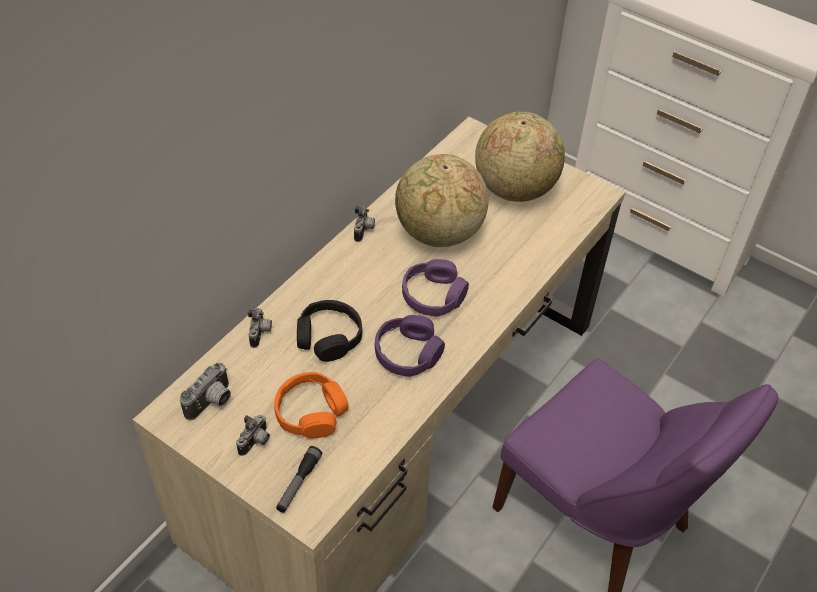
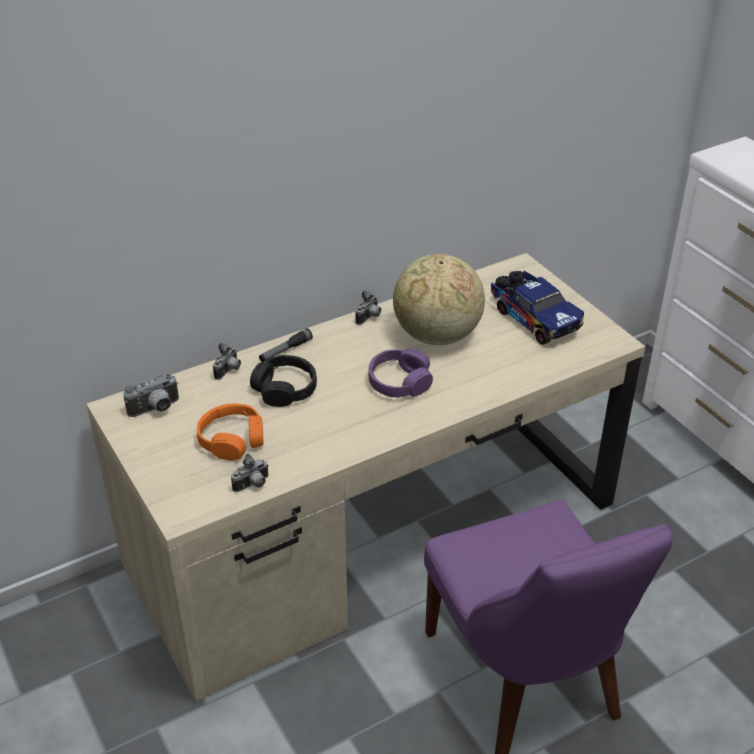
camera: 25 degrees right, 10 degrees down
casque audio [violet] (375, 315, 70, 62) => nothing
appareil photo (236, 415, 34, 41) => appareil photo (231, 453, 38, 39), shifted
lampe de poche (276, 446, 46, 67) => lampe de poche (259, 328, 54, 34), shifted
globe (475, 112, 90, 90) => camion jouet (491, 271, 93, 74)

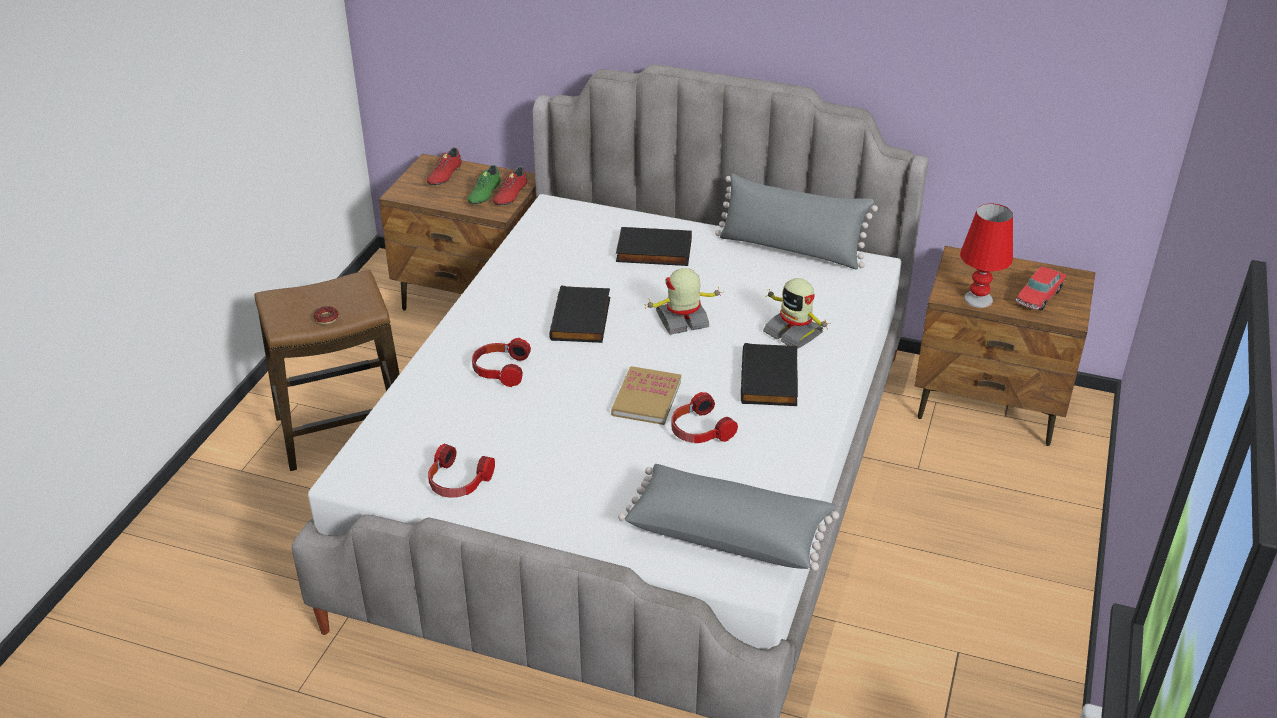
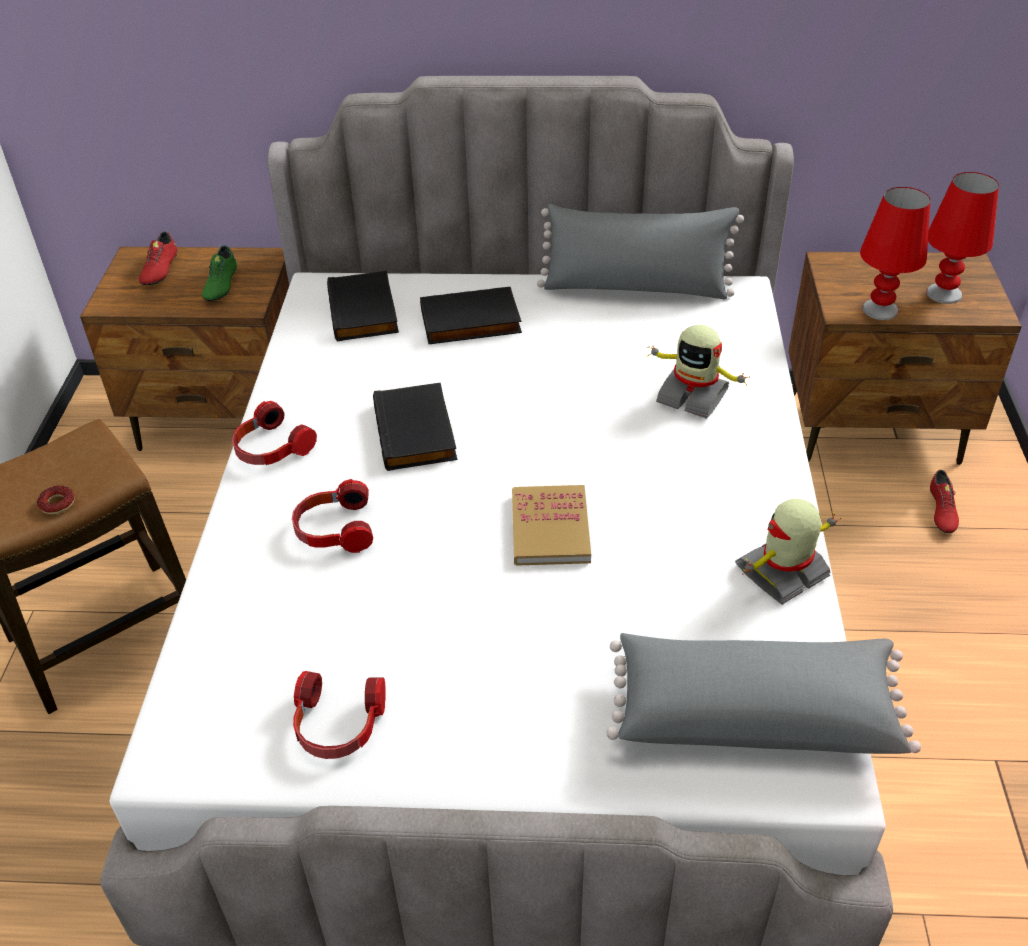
camera: 15 degrees left, 5 degrees up
chaussure [rouge] (493, 166, 34, 40) => chaussure [rouge] (930, 470, 29, 63), shifted
robot jouet (645, 268, 79, 67) => robot jouet (735, 499, 106, 106), shifted
casque audio (671, 392, 67, 51) => casque audio (232, 401, 85, 64), shifted
livre [noir] (741, 343, 57, 63) => livre [noir] (327, 271, 72, 70), shifted
petite voiture (1016, 265, 50, 46) => lampe de table [rouge] (926, 172, 73, 132)

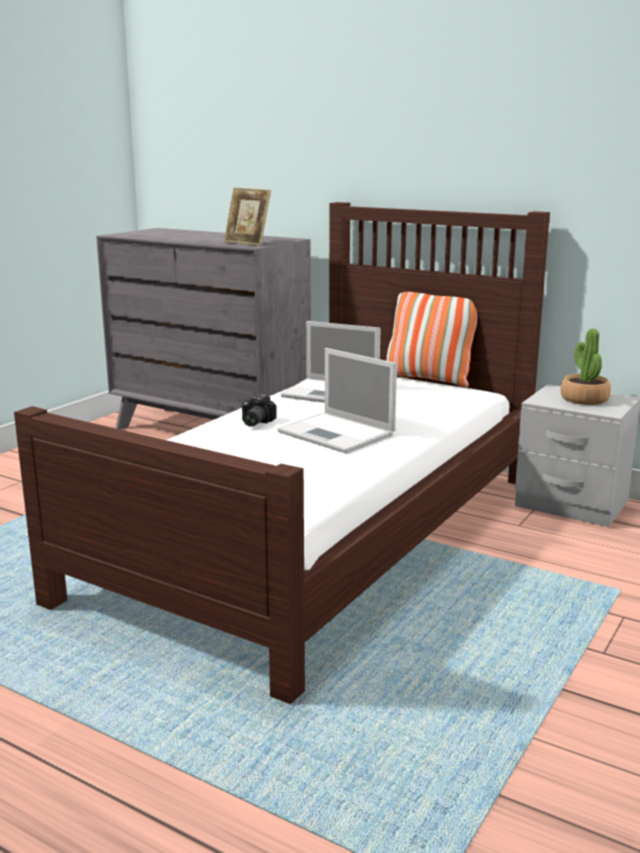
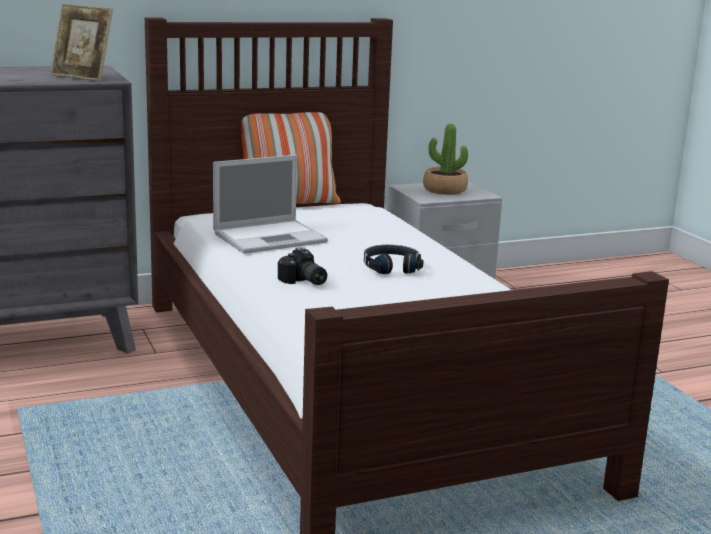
camera: 55 degrees left, 0 degrees up
ordinateur portable (277, 348, 120, 106) => casque audio [noir] (364, 245, 60, 29)
cadre photo (224, 187, 47, 59) => cadre photo (50, 3, 63, 79), 45 degrees clockwise

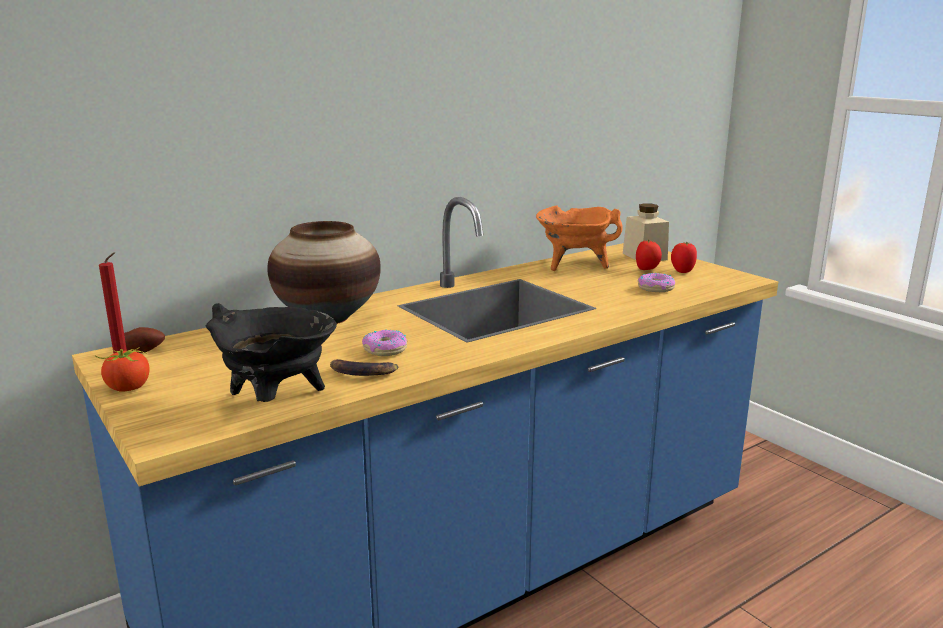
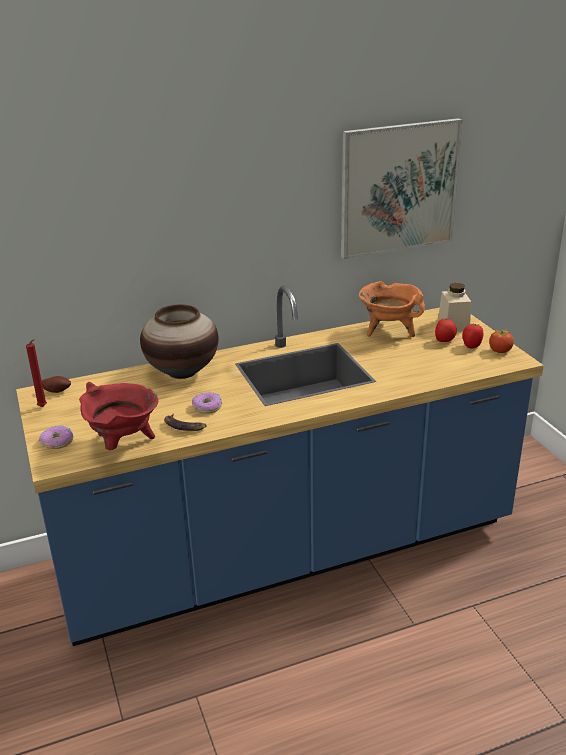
camera: 15 degrees right, 10 degrees up
nothing => tableau (341, 118, 122, 141)
tomate (95, 347, 55, 45) => tomate (489, 329, 25, 24), shifted
beignet (638, 273, 37, 19) => beignet (39, 425, 34, 24), shifted
marmite [noir] (206, 303, 131, 99) => marmite [rouge] (79, 382, 79, 68)

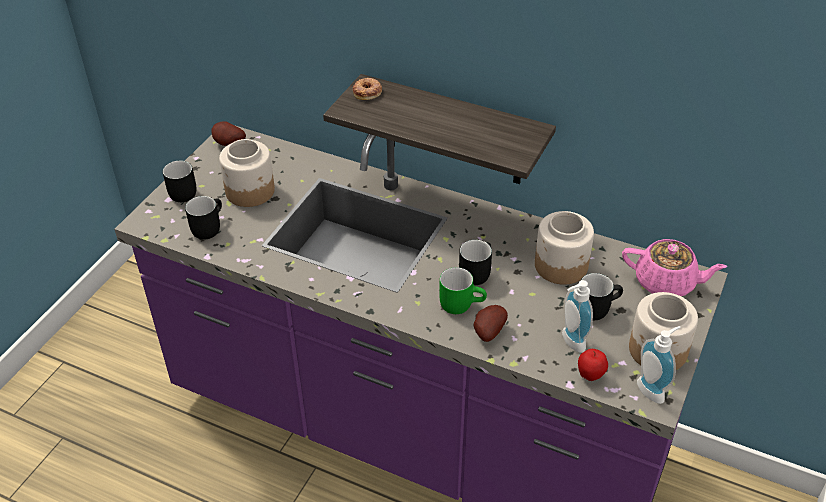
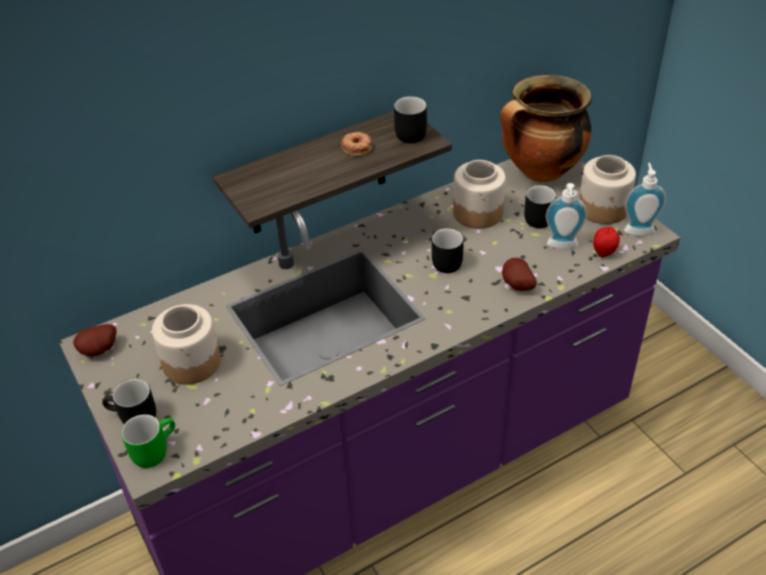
camera: 55 degrees left, 0 degrees up
mug [noir] (185, 196, 37, 43) => mug [noir] (394, 96, 33, 47), shifted
beignet (353, 78, 29, 22) => beignet (341, 132, 32, 24), shifted
mug [vert] (439, 267, 48, 47) => mug [vert] (121, 414, 54, 54), shifted
théière [rose] (622, 239, 105, 57) => marmite (500, 75, 92, 107)

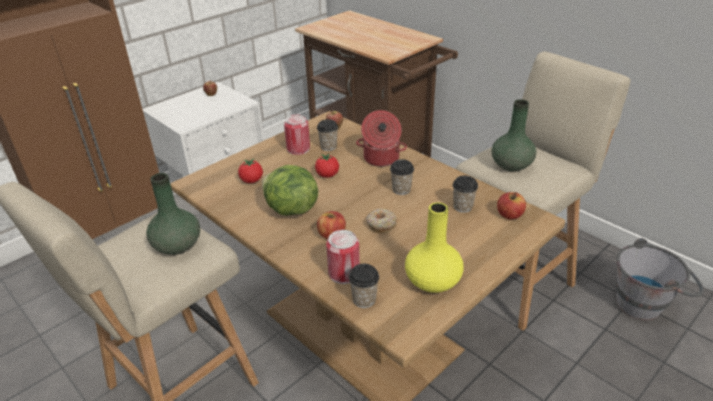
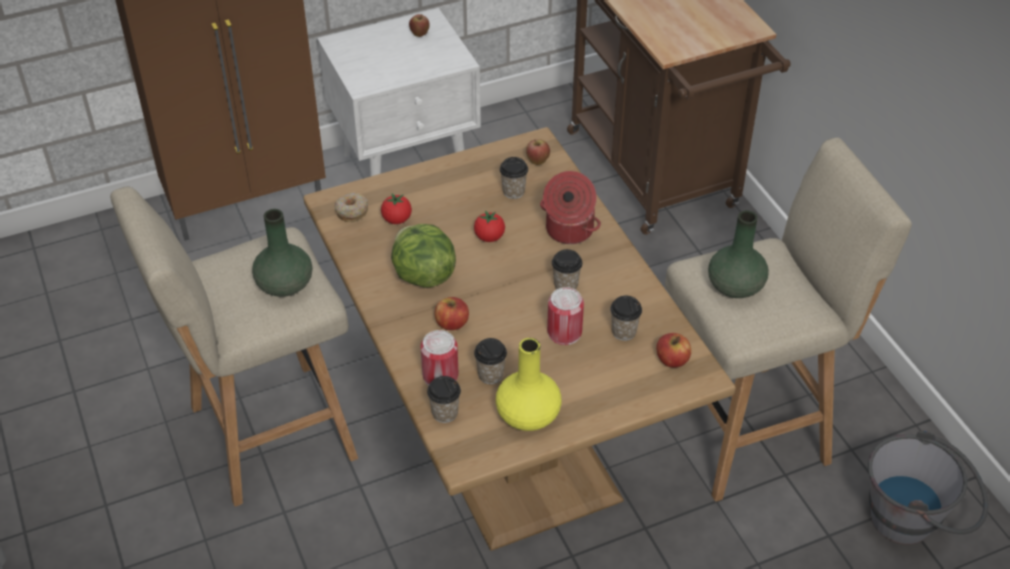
camera: 20 degrees right, 10 degrees up
nothing => tasse (474, 338, 33, 46)
boîte métallique (284, 114, 26, 41) => boîte métallique (547, 287, 37, 58), shifted
beignet (366, 208, 31, 25) => beignet (335, 193, 33, 29), shifted

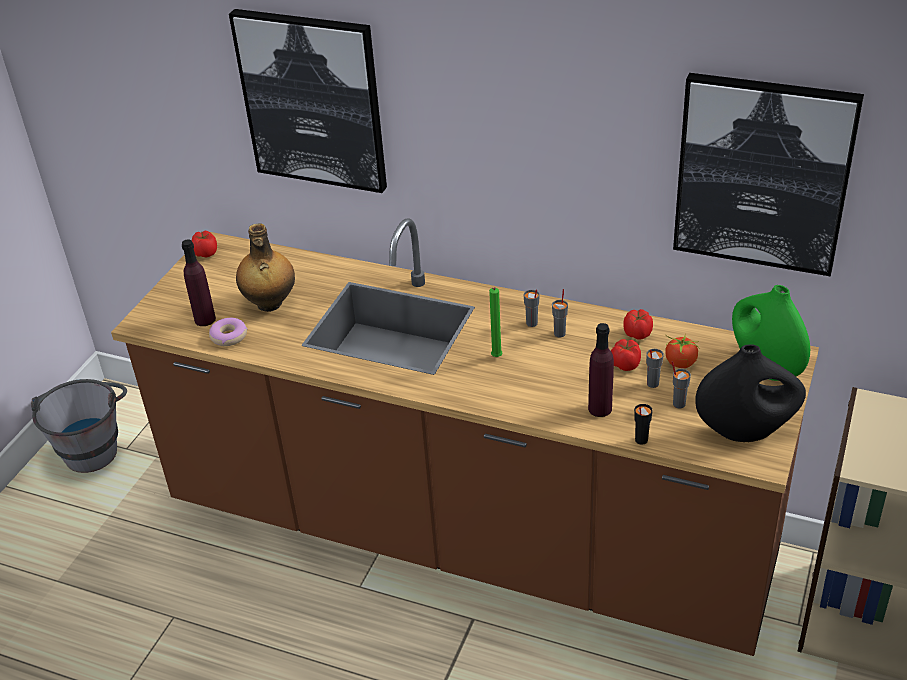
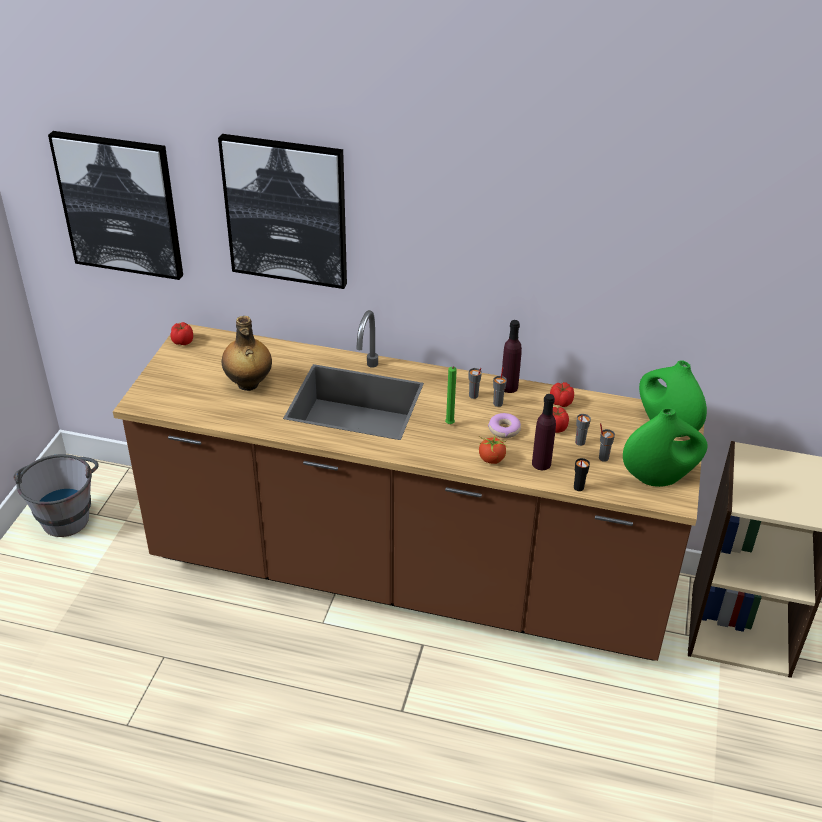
camera: 10 degrees left, 0 degrees up
bouteille [violet] (182, 239, 34, 87) => bouteille [violet] (502, 320, 20, 73), shifted
beignet (209, 318, 38, 28) => beignet (488, 413, 33, 25), shifted
tomate (665, 335, 35, 33) => tomate (479, 436, 28, 28), shifted
tableau (673, 73, 191, 203) => tableau (48, 131, 135, 149), shifted
vase [noir] (695, 344, 111, 98) => vase [vert] (623, 408, 85, 79)

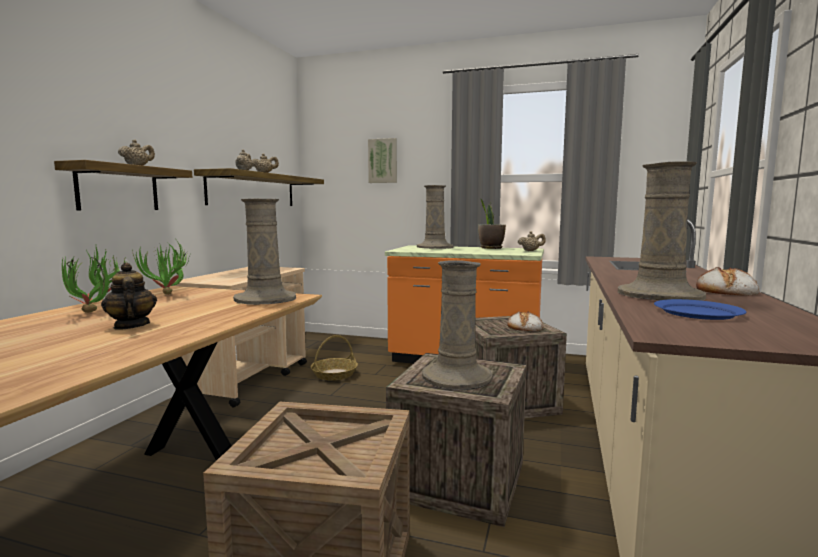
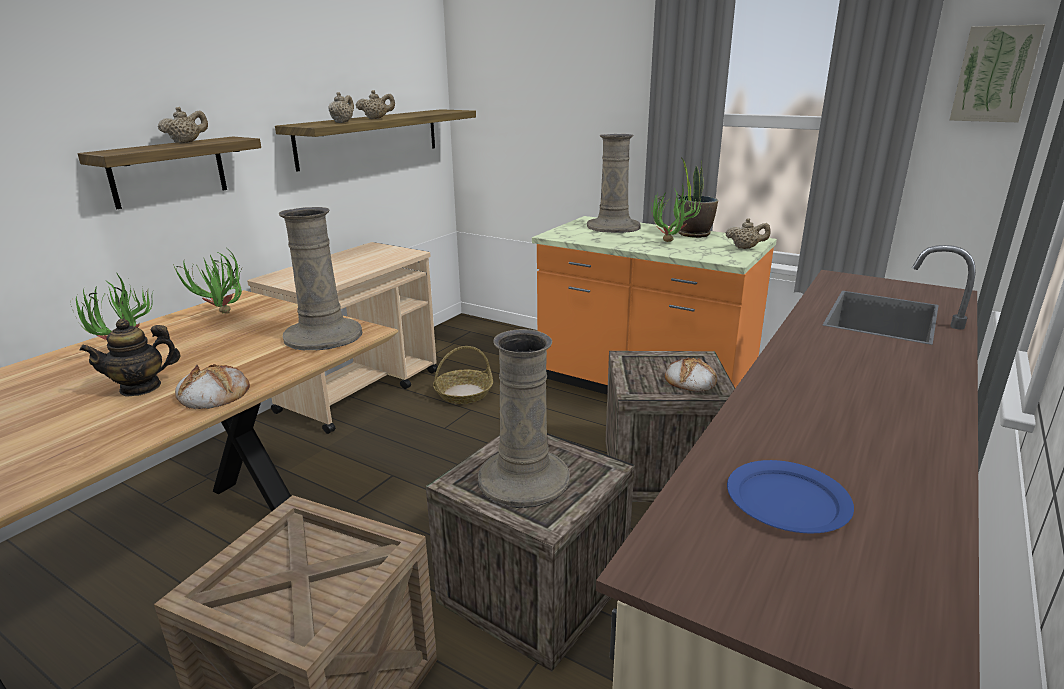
camera: 15 degrees right, 15 degrees up
vase [beige] (618, 161, 88, 139) => nothing
nothing => plante en pot (652, 184, 51, 58)
tableau (368, 138, 29, 45) => tableau (950, 24, 95, 99), shifted
pain (696, 267, 63, 29) => pain (175, 364, 75, 45), shifted
théière (101, 262, 56, 68) => théière (80, 319, 100, 77), 105 degrees counterclockwise

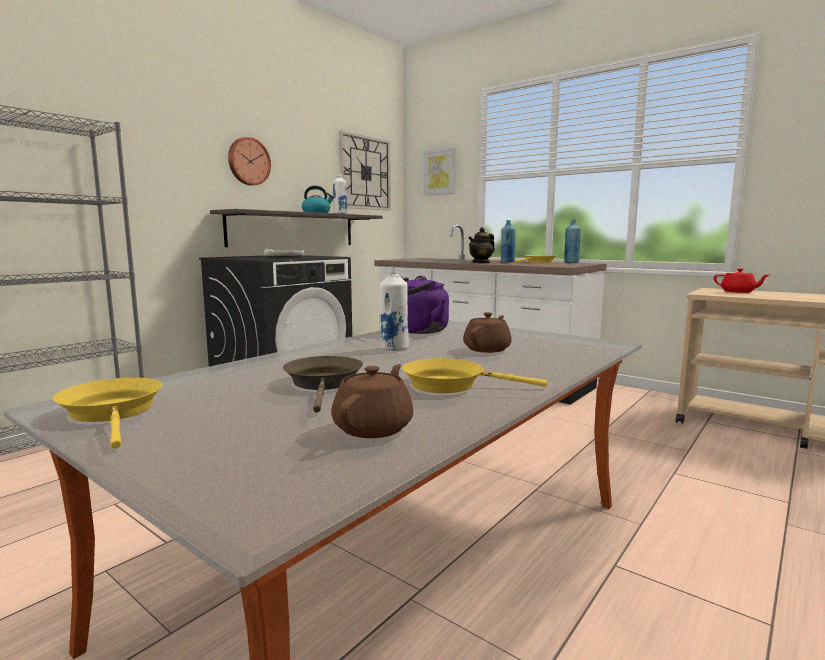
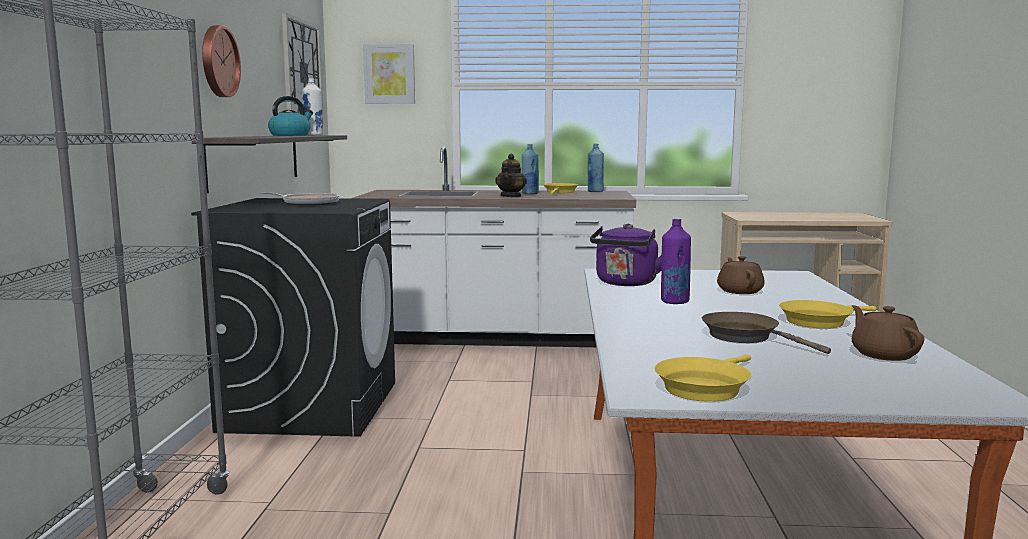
camera: 35 degrees left, 0 degrees up
théière [rouge] (714, 268, 55, 25) => nothing
bouteille [blanc] (380, 267, 29, 84) => bouteille [violet] (661, 219, 30, 85)
poêle [jaune] (53, 378, 110, 71) => poêle [jaune] (654, 354, 97, 48), 75 degrees counterclockwise

